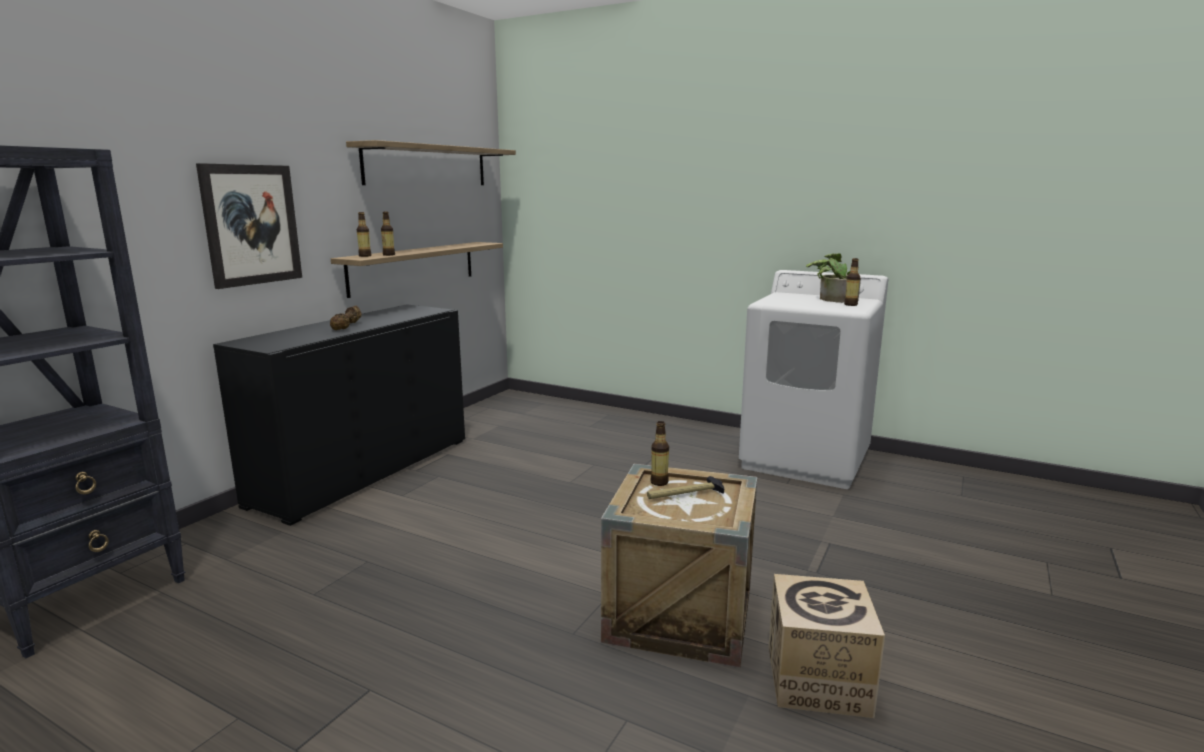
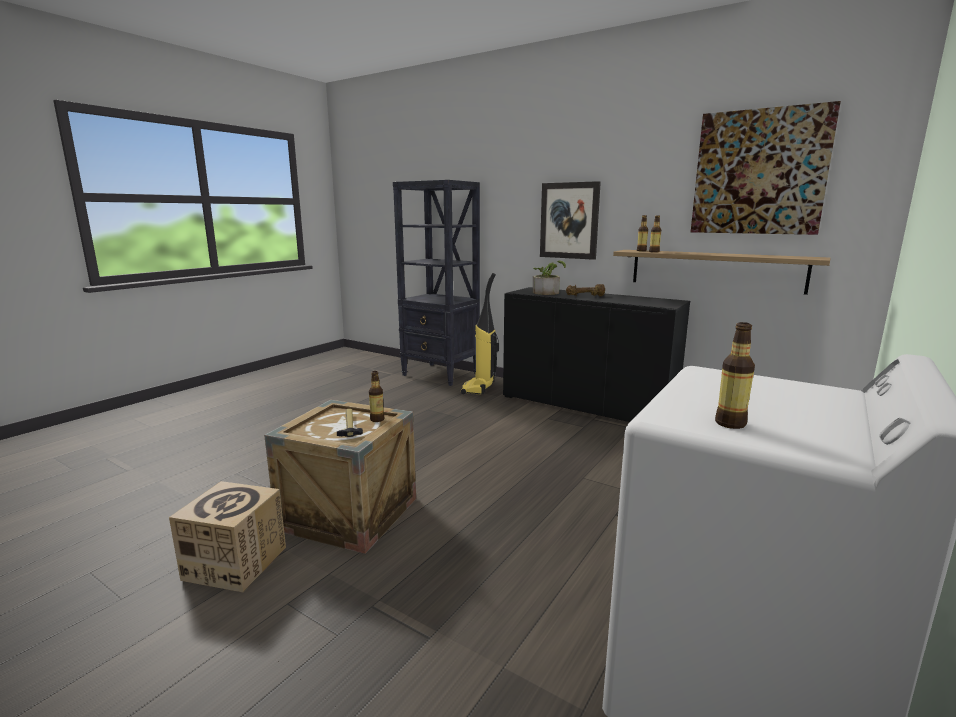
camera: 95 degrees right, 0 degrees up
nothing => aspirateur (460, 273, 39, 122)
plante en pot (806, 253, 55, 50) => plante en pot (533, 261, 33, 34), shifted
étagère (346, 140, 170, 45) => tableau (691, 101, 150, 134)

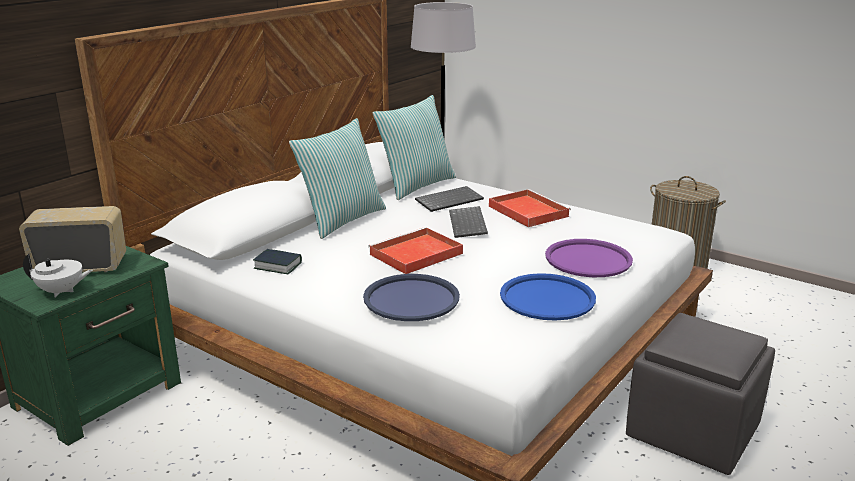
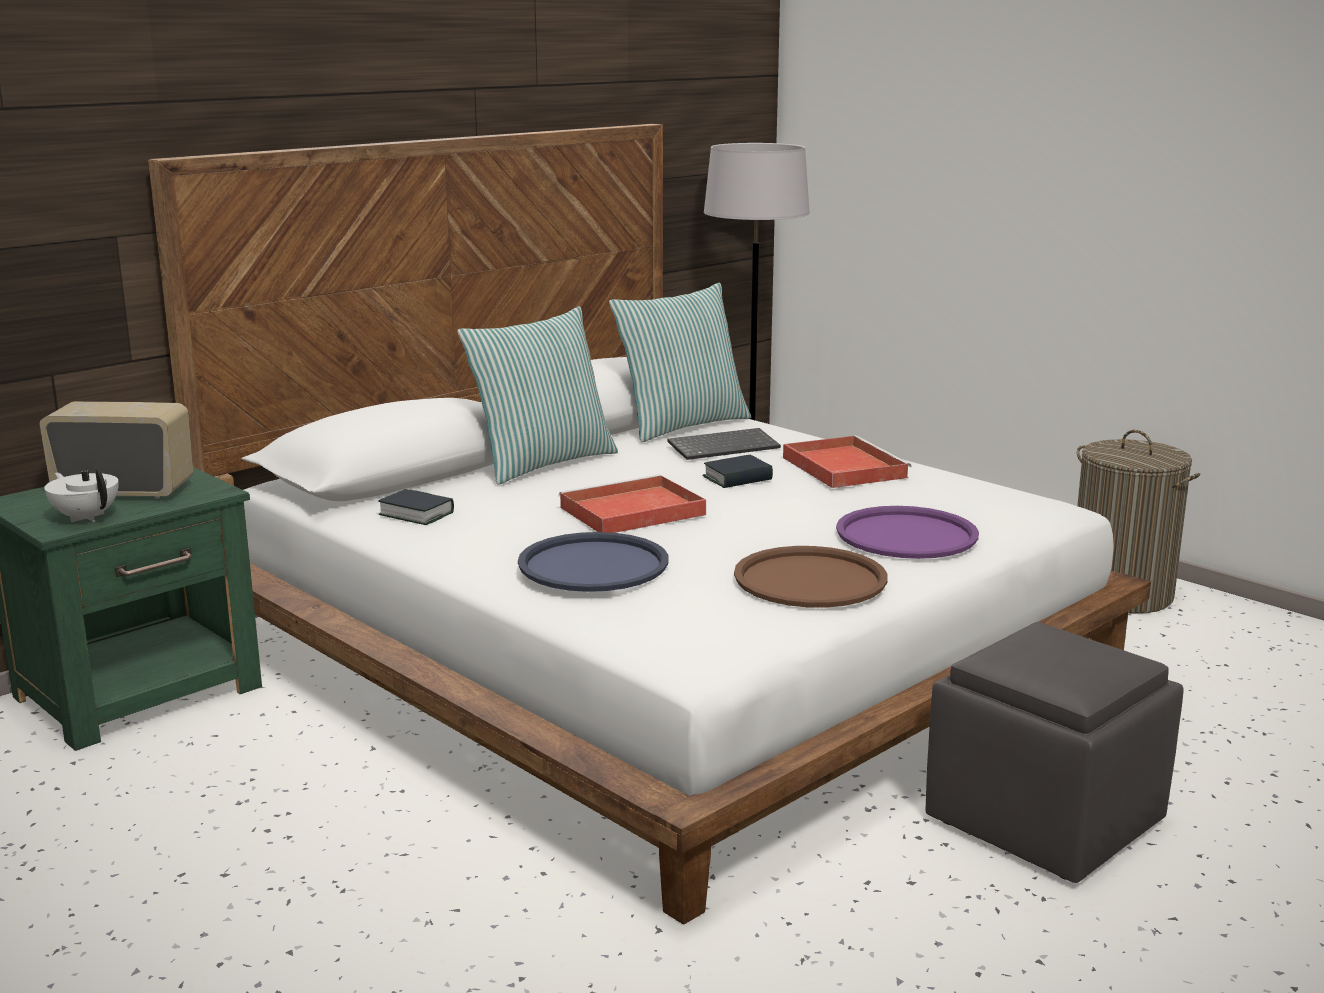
camera: 10 degrees right, 5 degrees down
clavier (449, 206, 39, 32) => livre (703, 455, 70, 33)
plateau [bleu] (500, 273, 96, 47) => plateau [marron] (734, 546, 154, 62)
théière [blanc] (23, 254, 70, 44) => théière [blanc] (44, 467, 75, 55), 150 degrees counterclockwise

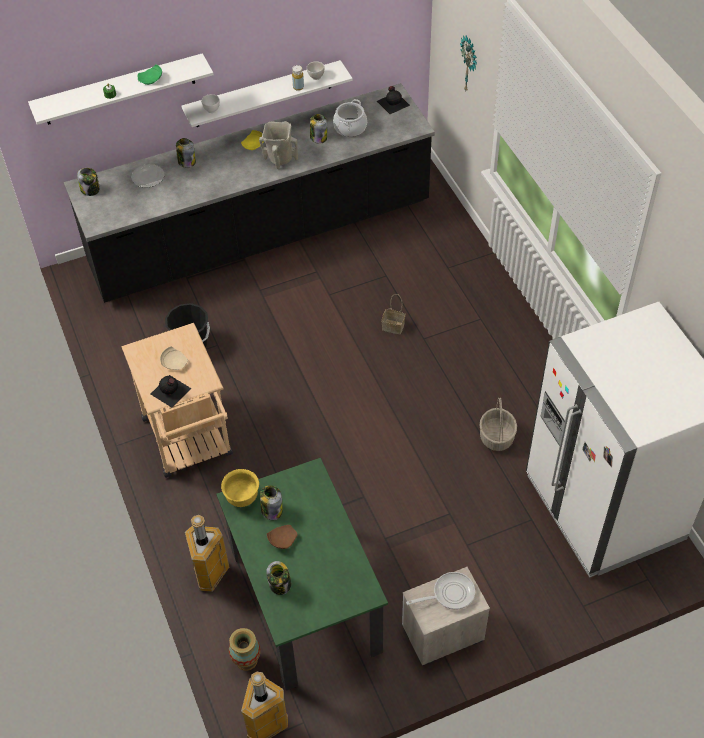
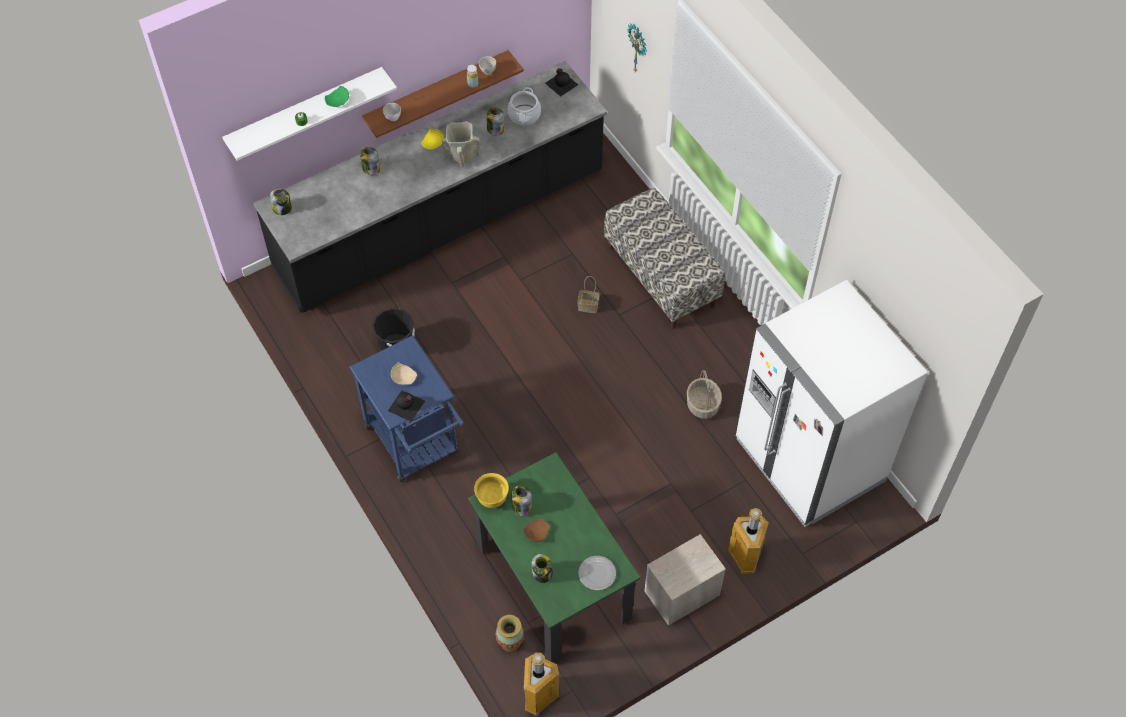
camera: 10 degrees left, 5 degrees up
poêle (406, 572, 69, 38) => nothing
nothing => banc (604, 188, 121, 141)
assiette (131, 164, 33, 24) => assiette (578, 556, 38, 34), shifted
poubelle (185, 515, 44, 77) => poubelle (728, 508, 41, 66), shifted
chariot [beige] (121, 323, 112, 155) => chariot [bleu] (349, 335, 115, 147)
étagère [blanc] (182, 60, 171, 67) => étagère [marron] (362, 50, 162, 88)

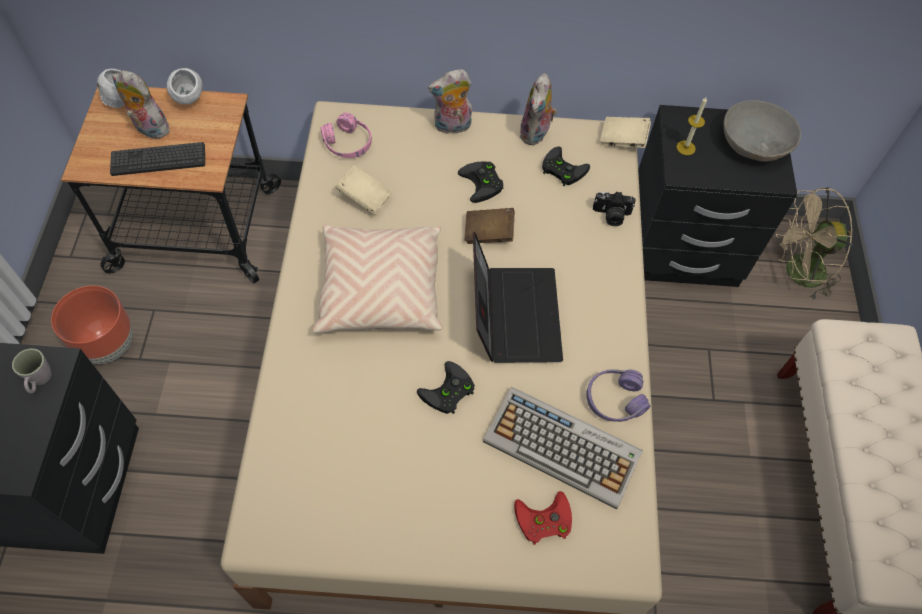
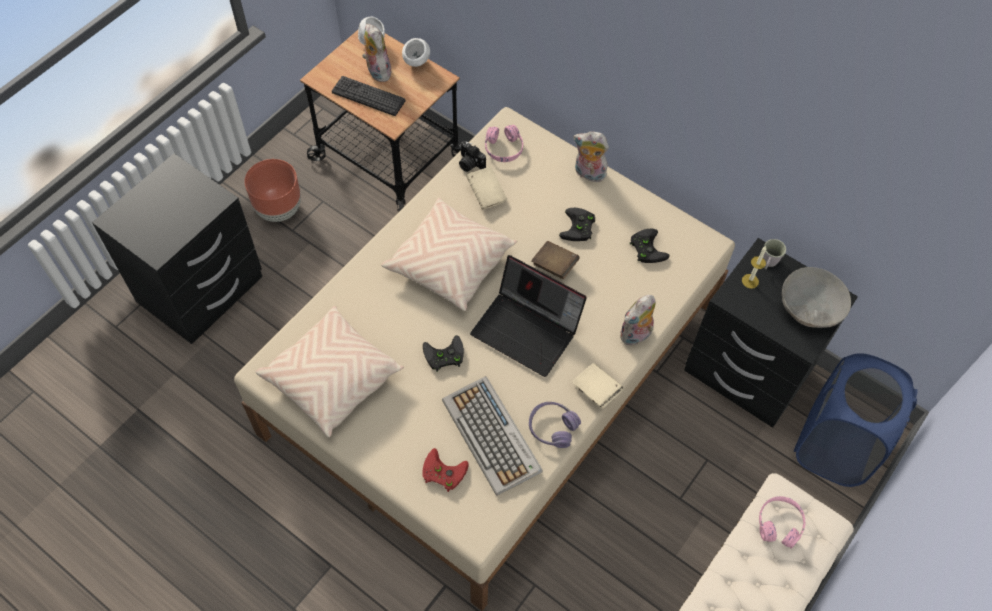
camera: 35 degrees right, 0 degrees up
nothing => coussin [beige] (255, 306, 149, 131)
nothing => casque audio [rose] (759, 496, 47, 53)
mug [gris] (12, 348, 40, 45) => mug [gris] (763, 239, 23, 30), shifted
peluche (519, 73, 38, 73) => peluche (620, 295, 36, 51), shifted
appareil photo (593, 191, 42, 35) => appareil photo (459, 141, 27, 31), shifted
livre [beige] (600, 117, 51, 31) => livre [beige] (572, 363, 51, 46), shifted
ventilateur [beige] (776, 187, 77, 113) => panier à linge [bleu] (794, 353, 124, 134)
ordinateur portable (473, 231, 90, 132) => ordinateur portable (470, 255, 117, 122), 90 degrees clockwise

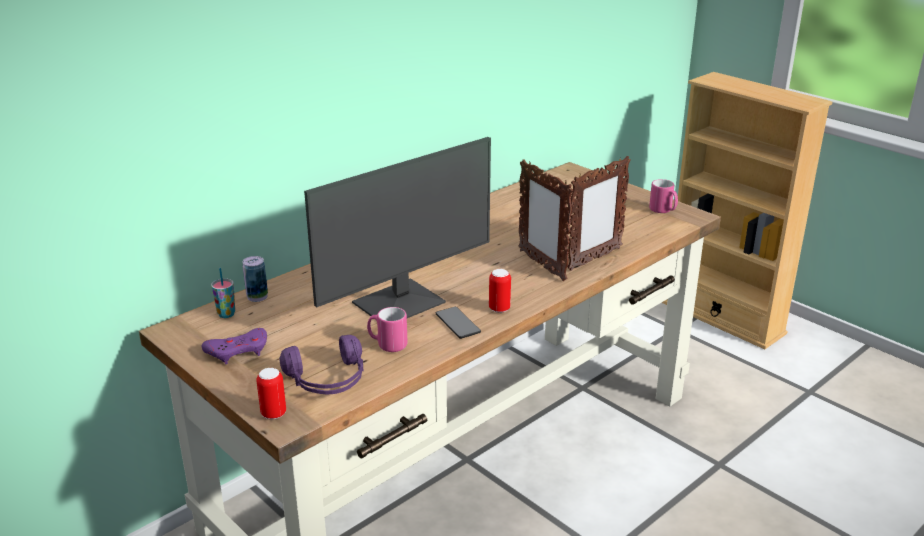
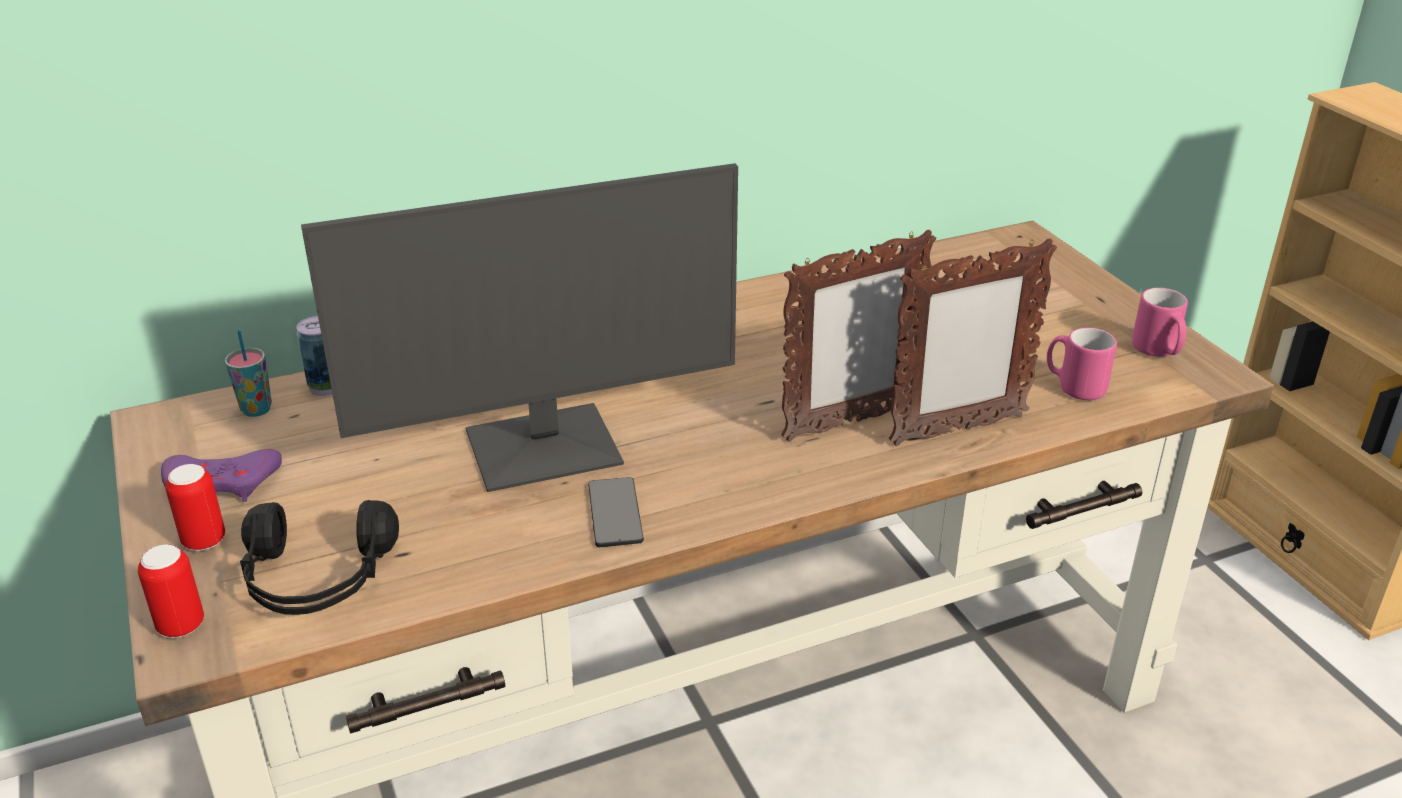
camera: 20 degrees right, 5 degrees up
mug [rose] (367, 307, 41, 45) => mug [rose] (1047, 328, 70, 72), shifted
boîte métallique (489, 269, 22, 44) => boîte métallique (165, 464, 60, 87), shifted
casque audio [violet] (279, 335, 85, 59) => casque audio [noir] (240, 500, 159, 115)
cadre photo (519, 159, 54, 122) => cadre photo (781, 230, 155, 212), 105 degrees counterclockwise

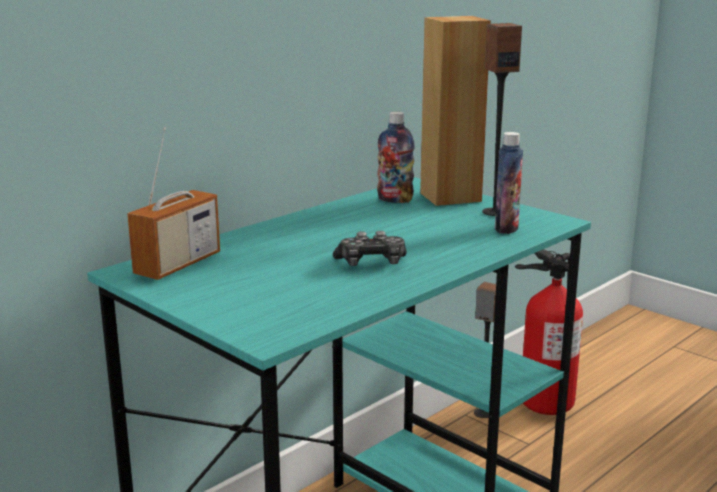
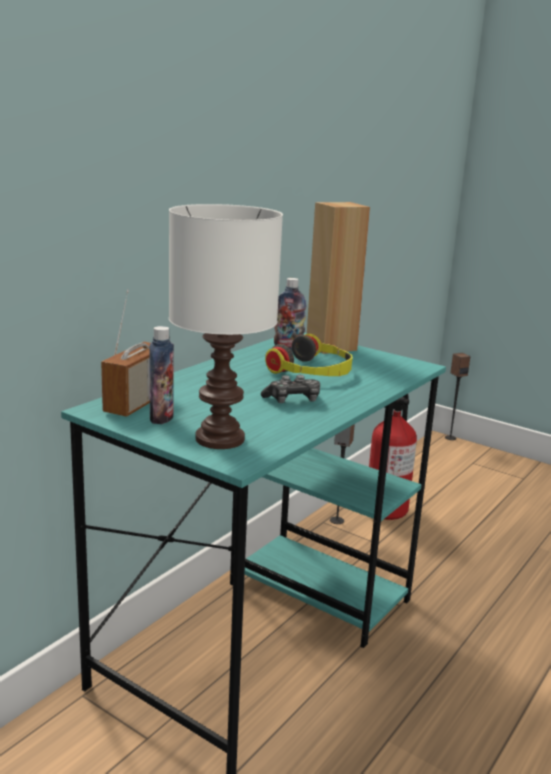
camera: 10 degrees left, 0 degrees up
nothing => lampe de table [blanc] (169, 204, 114, 245)
nothing => casque audio (265, 334, 88, 42)
enceinte (482, 23, 40, 193) => enceinte (445, 353, 26, 87), shifted
bouteille (495, 132, 28, 102) => bouteille (149, 326, 25, 98), shifted

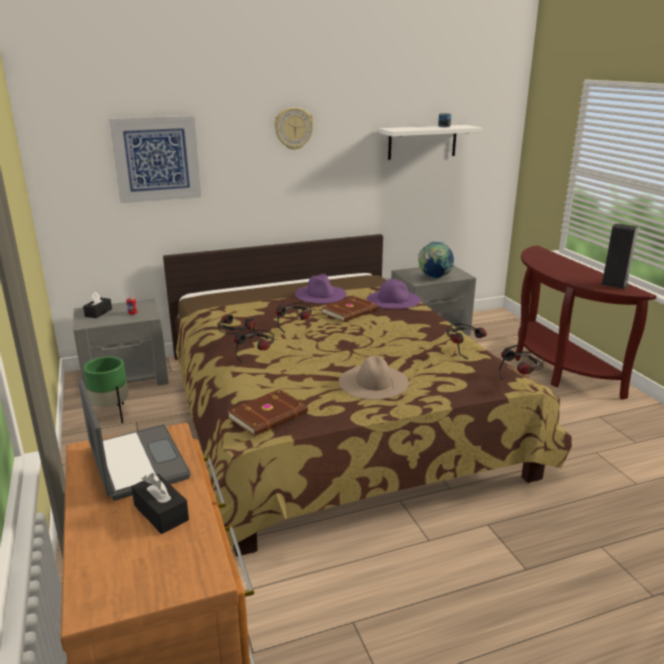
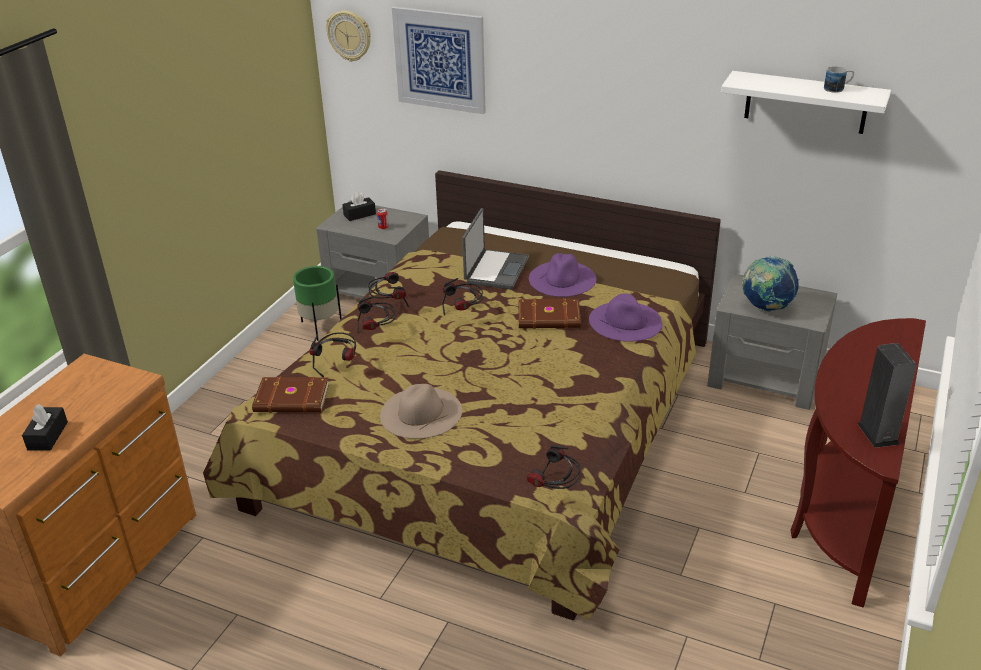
camera: 45 degrees right, 10 degrees up
ordinateur portable (78, 380, 113, 121) => ordinateur portable (462, 208, 67, 81), shifted
horloge murale (274, 107, 40, 43) => horloge murale (326, 10, 45, 52), shifted
casque audio (446, 324, 41, 35) => casque audio (310, 333, 46, 44), shifted

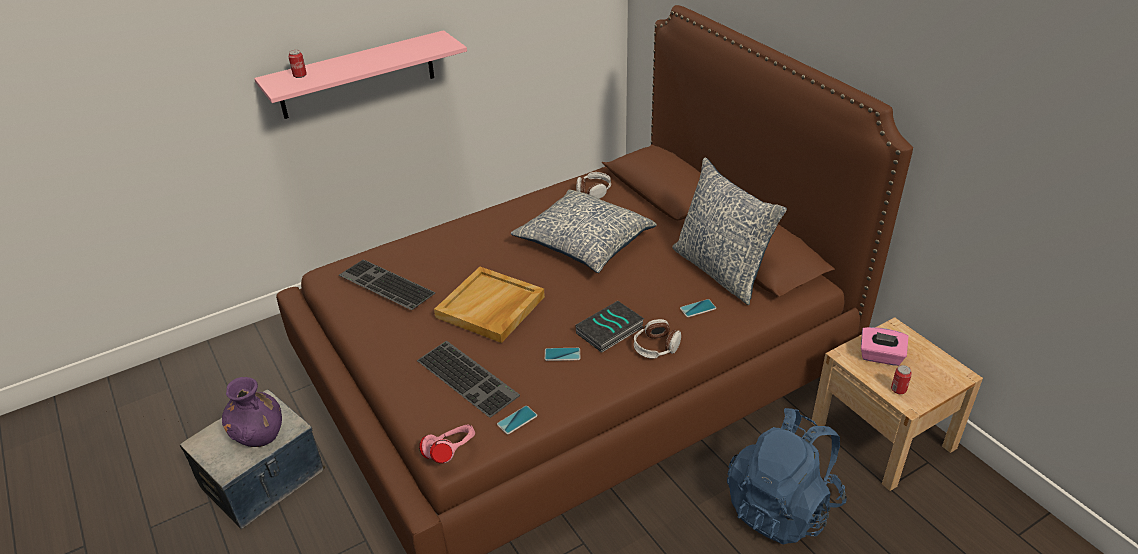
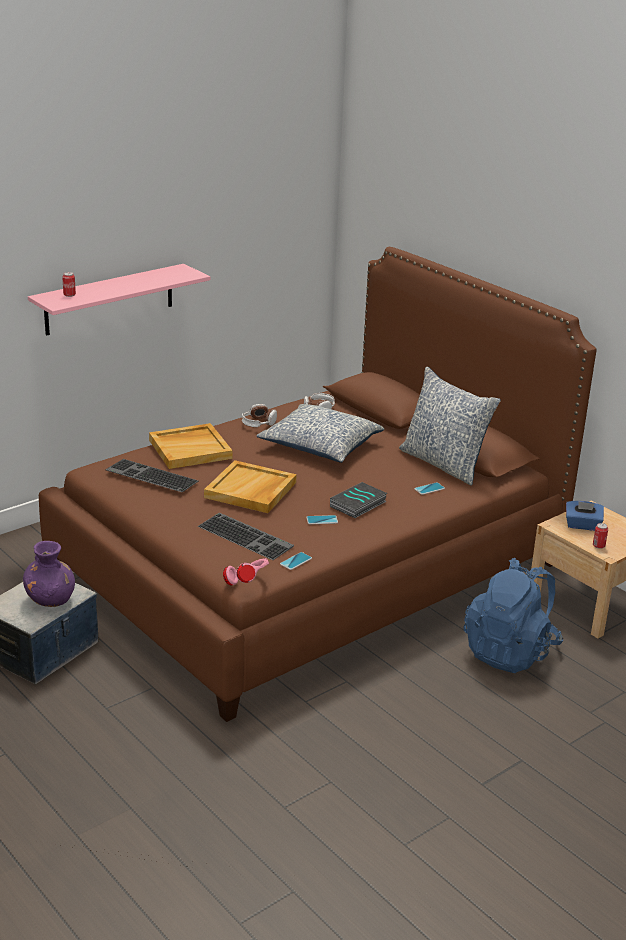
camera: 10 degrees left, 10 degrees down
nothing => plateau [beige] (149, 423, 84, 46)
casque audio (634, 319, 47, 40) => casque audio (242, 404, 35, 23), shifted
boîte à mouchoirs [rose] (861, 327, 47, 39) => boîte à mouchoirs [bleu] (566, 501, 38, 30)

